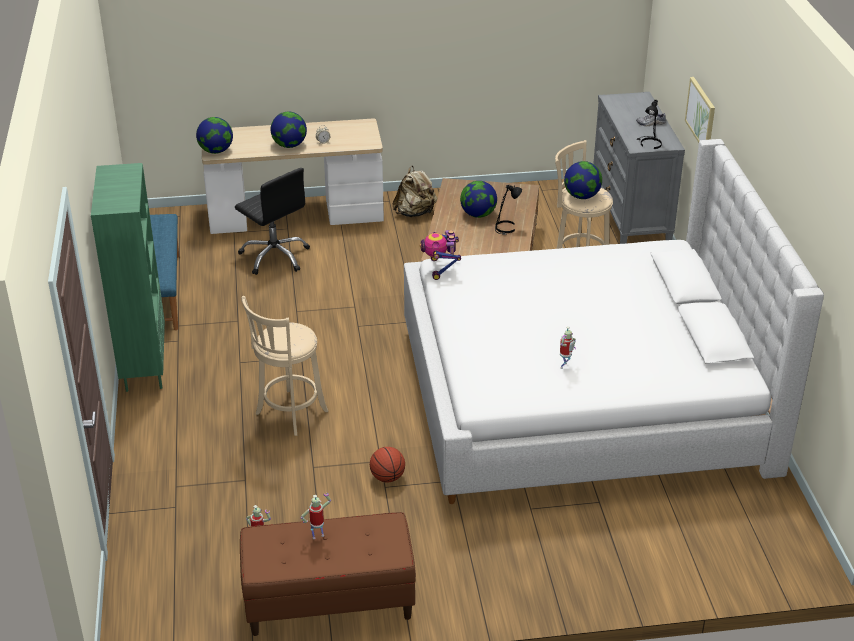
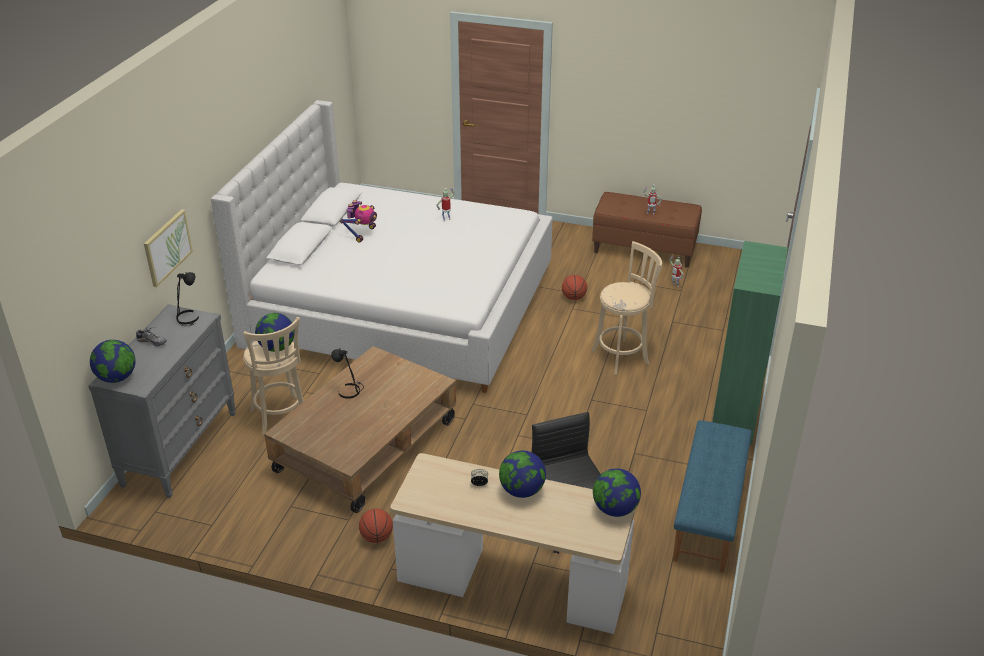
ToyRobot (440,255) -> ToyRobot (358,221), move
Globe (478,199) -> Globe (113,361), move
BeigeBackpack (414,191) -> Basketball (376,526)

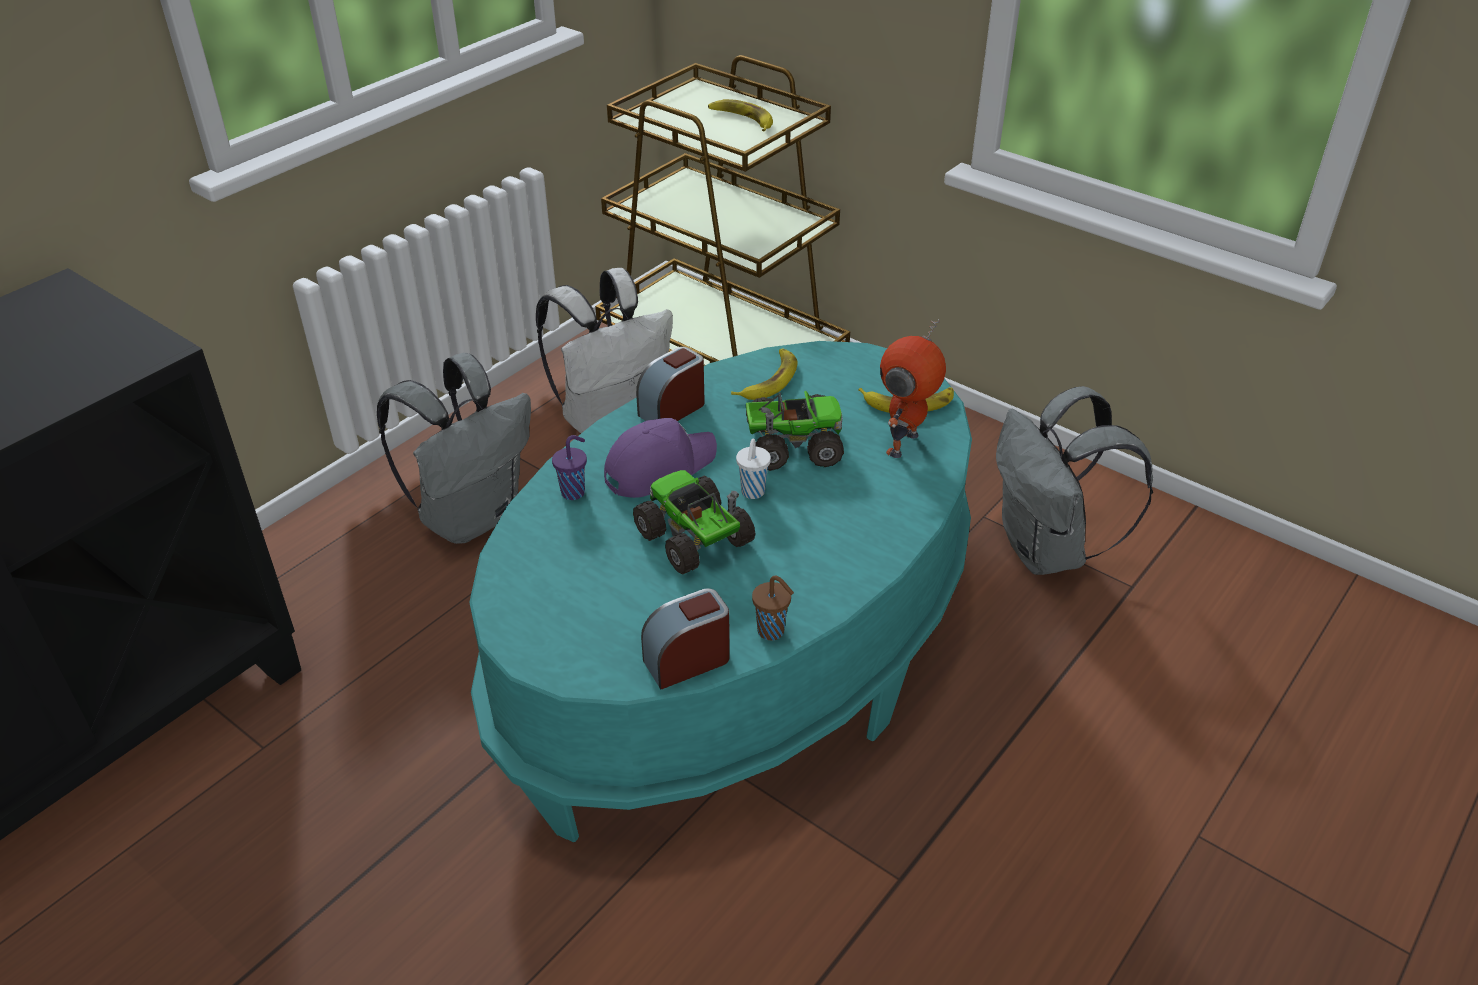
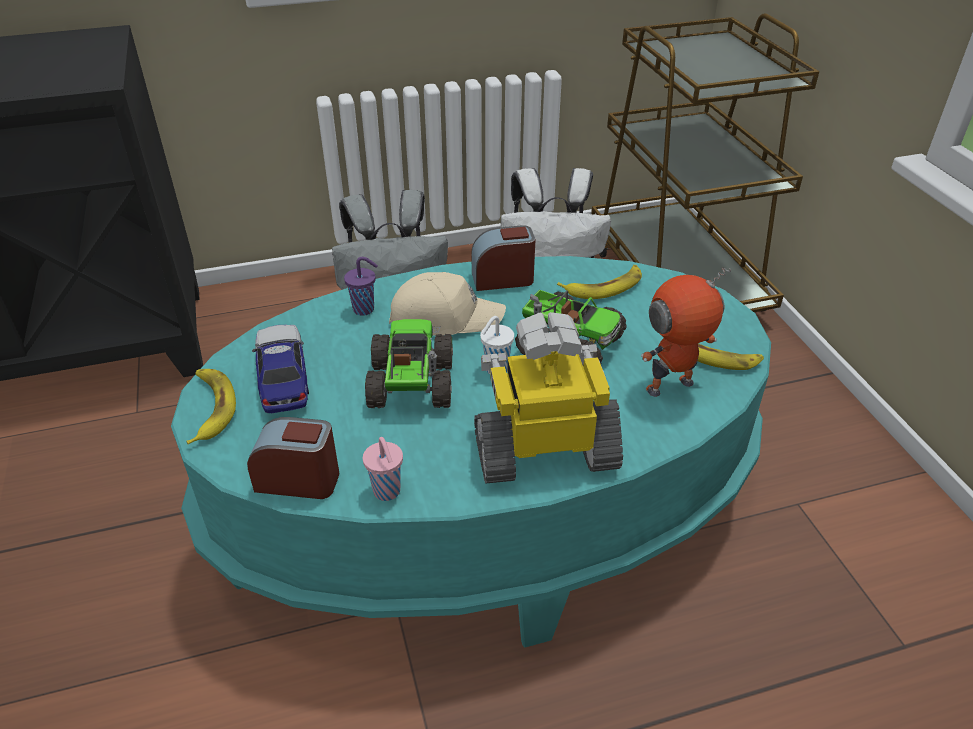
GreyBackpack (1074,480) -> none
none -> ToyCar (280,369)
none -> ToyRobot (548,397)
Banana (740,115) -> Banana (211,407), move
PurpleCap (660,458) -> BeigeCap (447,304)
BrownCup (773,608) -> PinkCup (383,469)

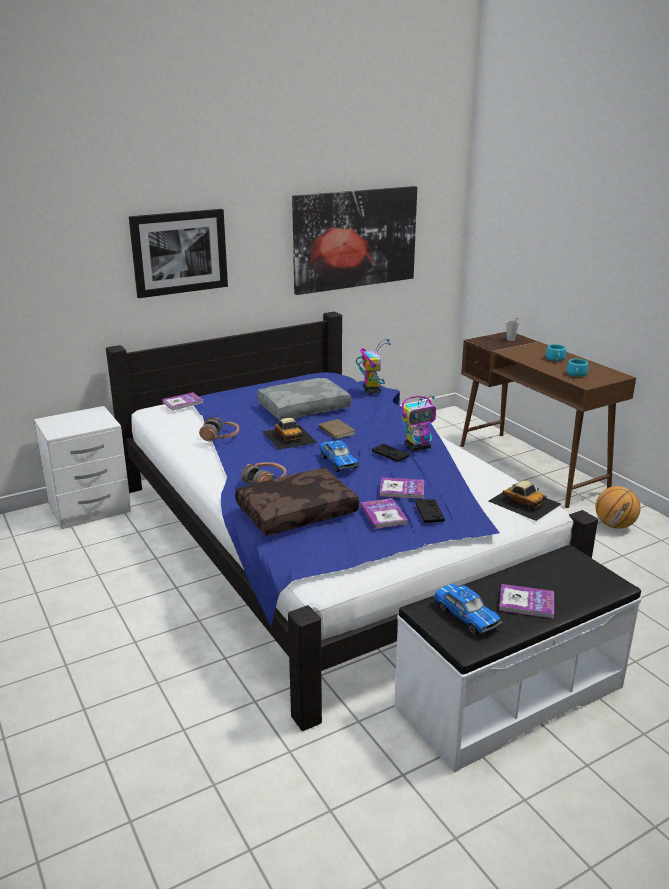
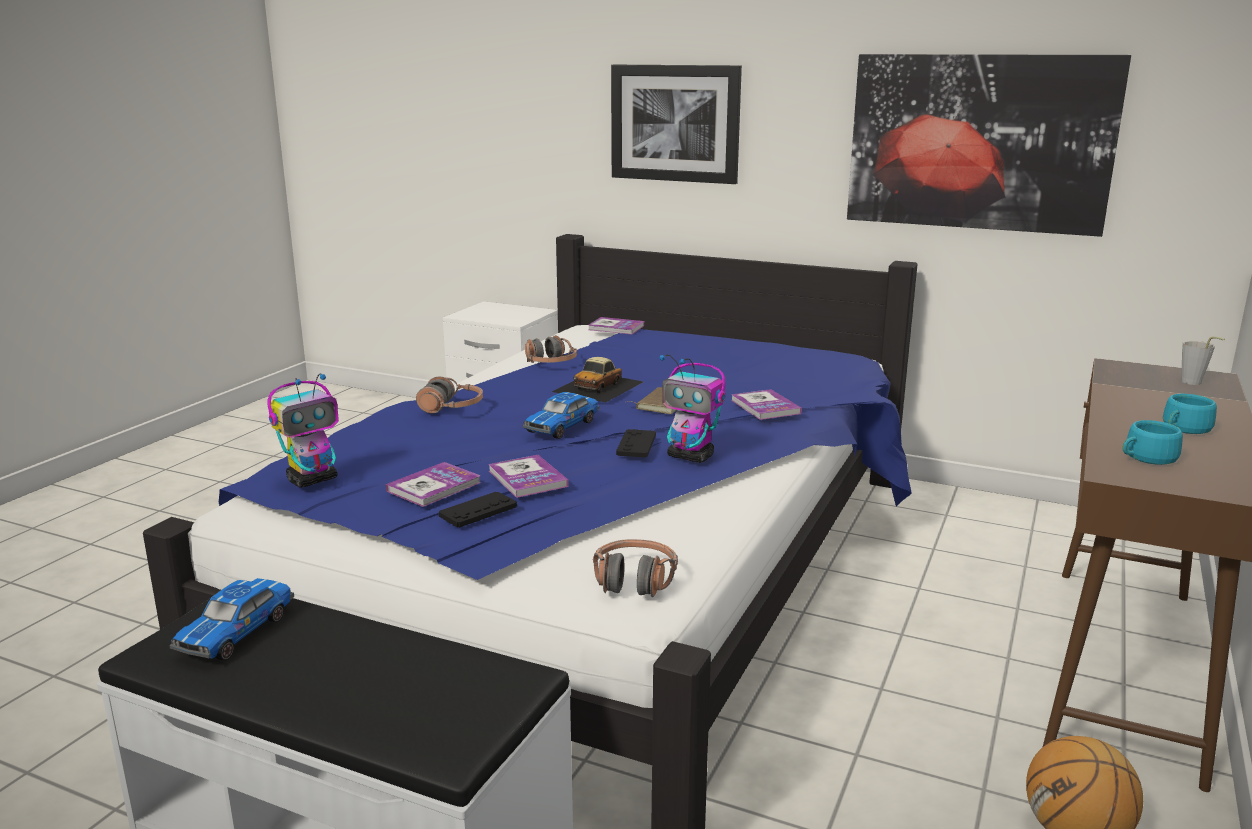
BrownPillow (297,502) -> none
GreyPillow (304,399) -> none
ToyRobot (373,366) -> ToyRobot (303,431), move
Book (526,601) -> Book (766,404), move
ToyCar (525,500) -> Headphones (635,568)

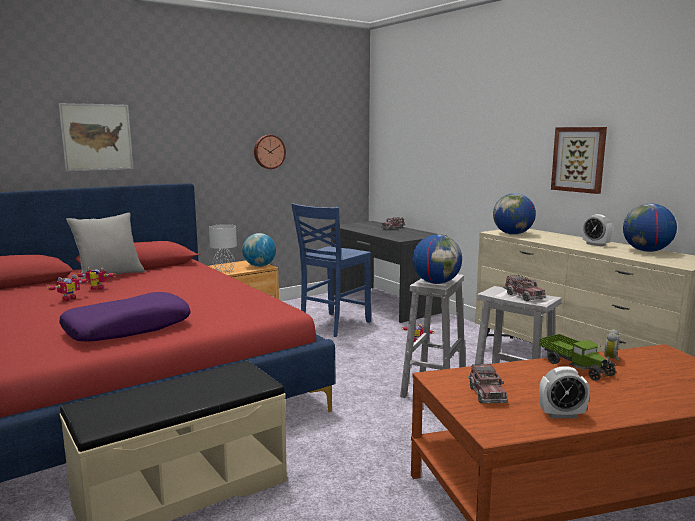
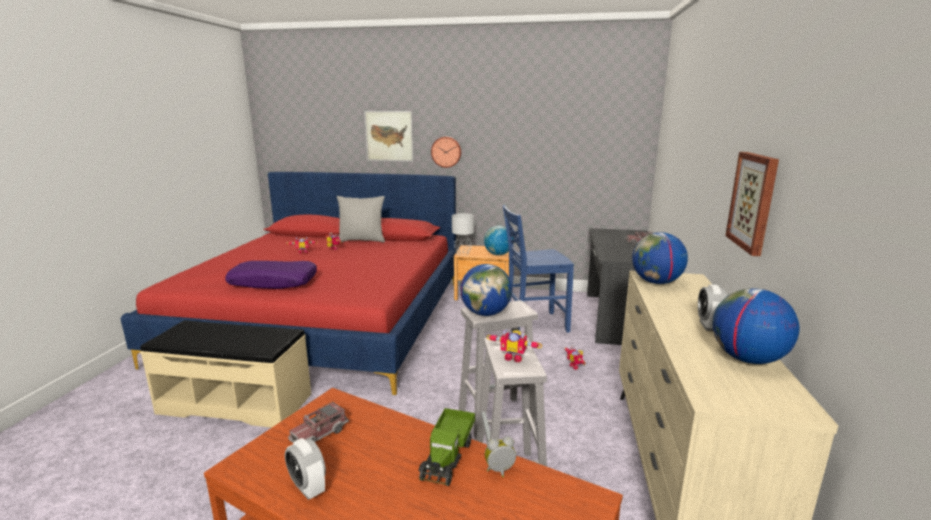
WallClock (270,152) -> WallClock (446,152), move
ToyTruck (524,288) -> ToyRobot (514,345)

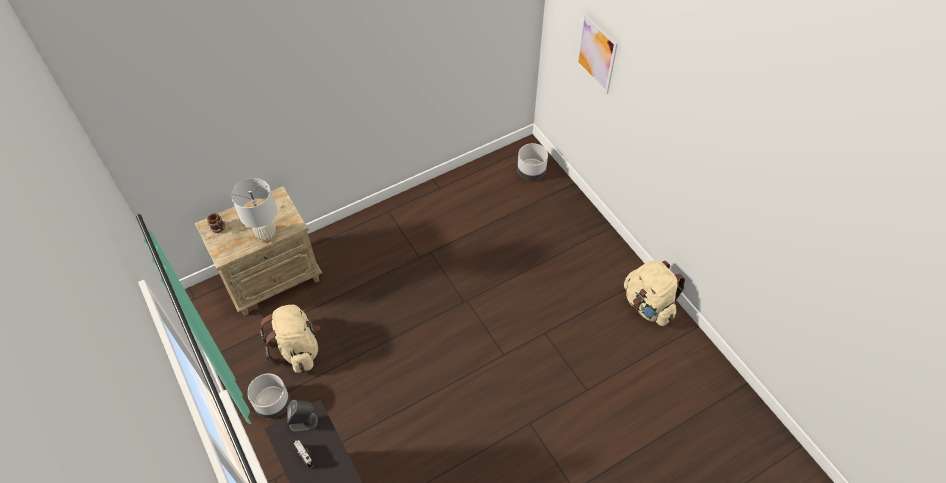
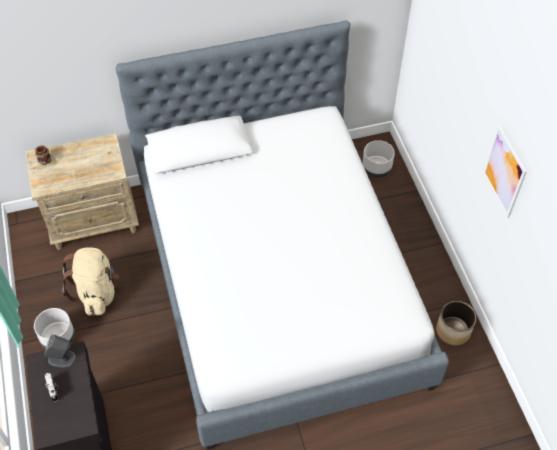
WhiteTableLamp (254,210) -> none
none -> Bed (282,235)
Picture (597,53) -> Picture (505,171), move
BeigeBackpack (654,293) -> Planter (456,323)

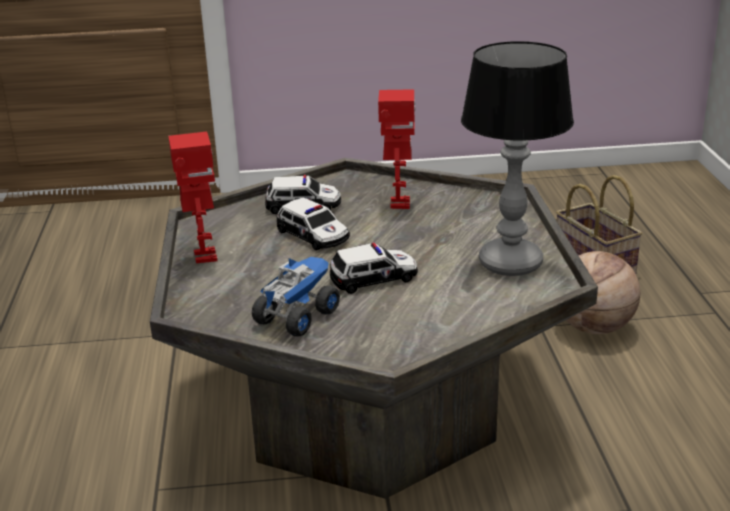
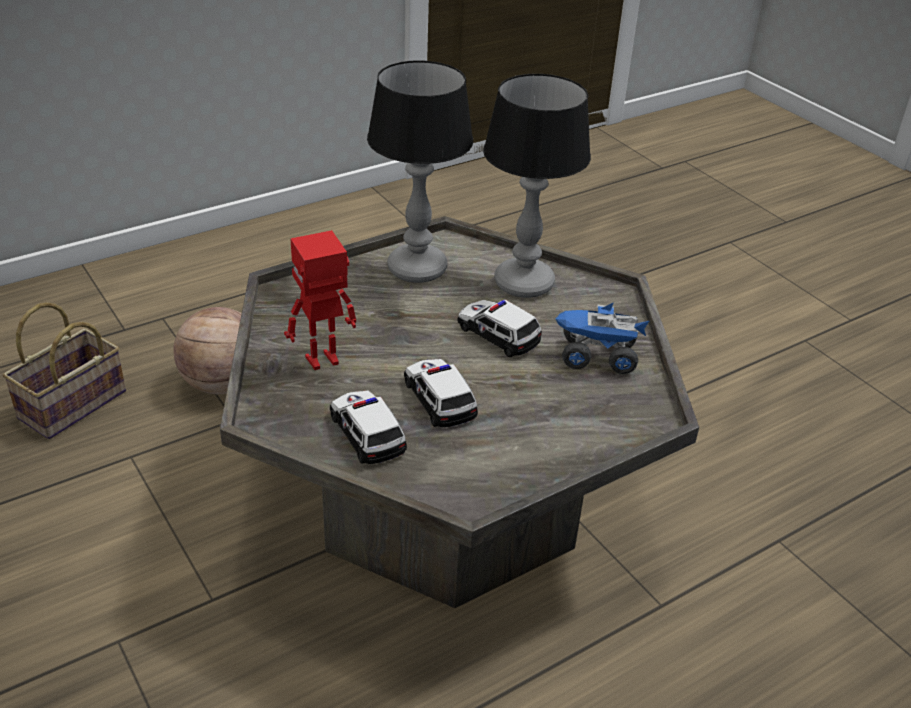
ToyRobot (193,197) -> none
none -> TableLamp (537,186)
ToyCar (313,223) -> ToyCar (441,393), 45 degrees counterclockwise

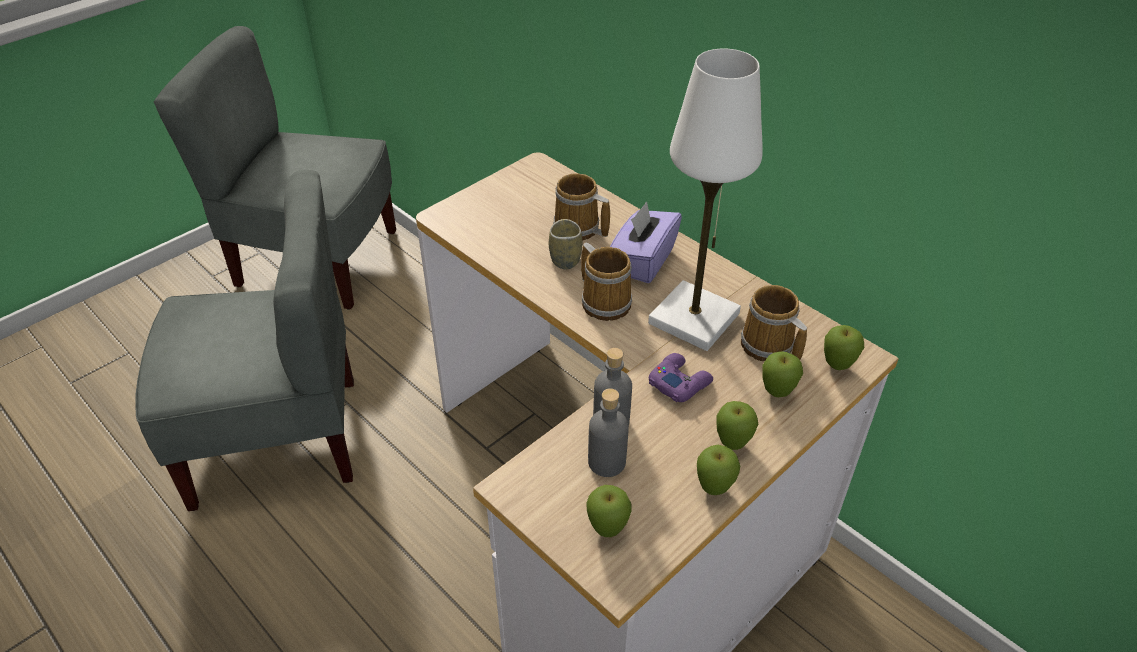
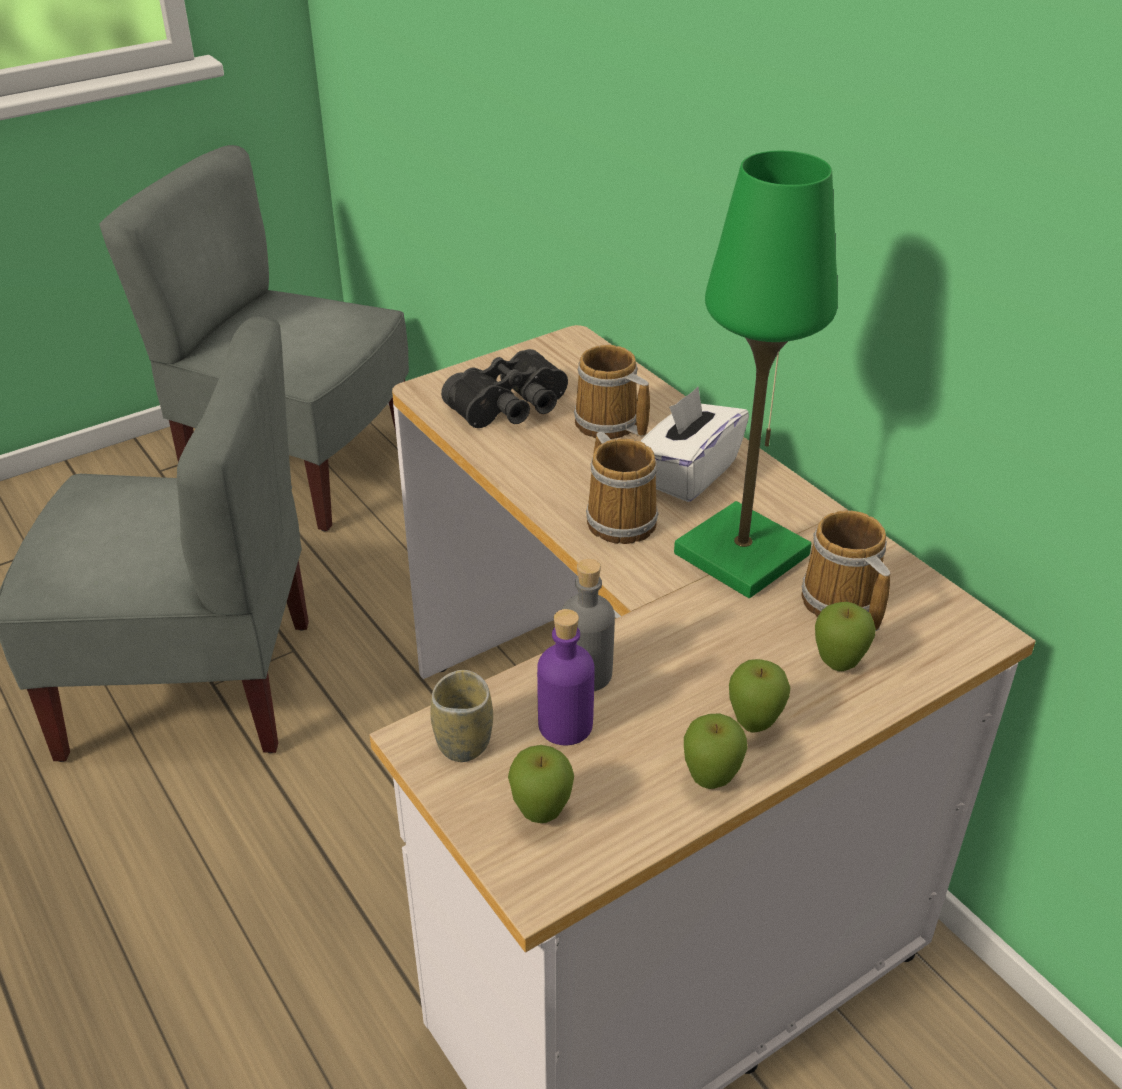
PurpleGameController (681,377) -> none
Apple (844,347) -> none
none -> BlackBinoculars (504,388)
Cup (566,244) -> Cup (461,716), move
GreyBottle (608,432) -> PurpleBottle (565,677)
PurpleTissueBox (646,242) -> WhiteTissueBox (694,444)
WhiteTableLamp (705,199) -> GreenTableLamp (756,374)

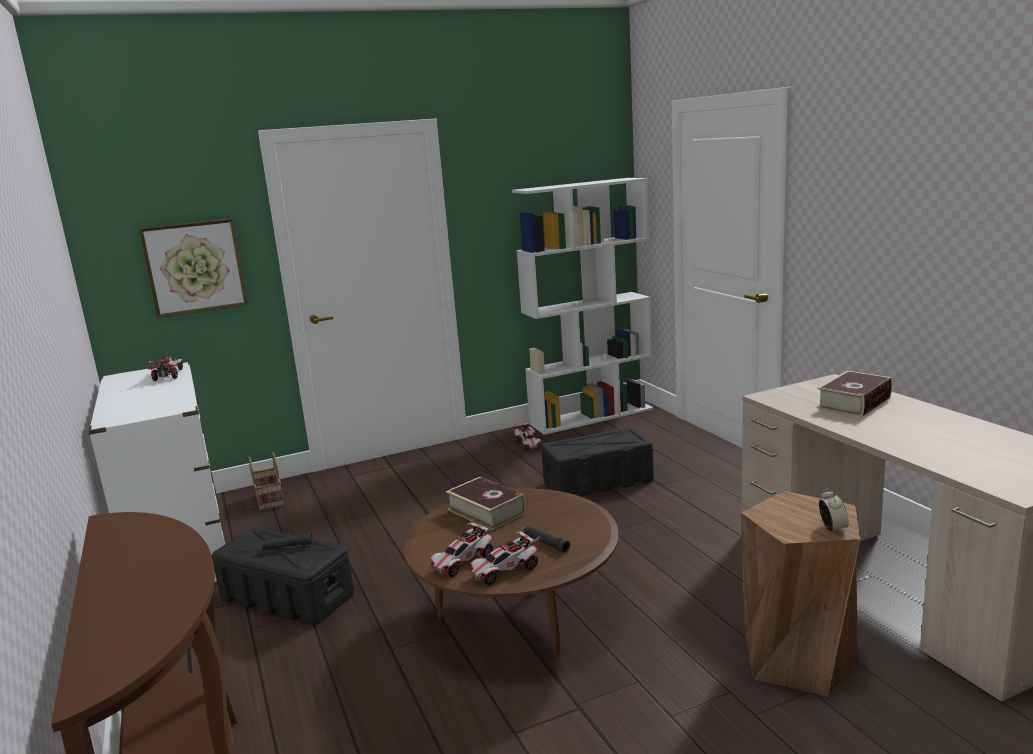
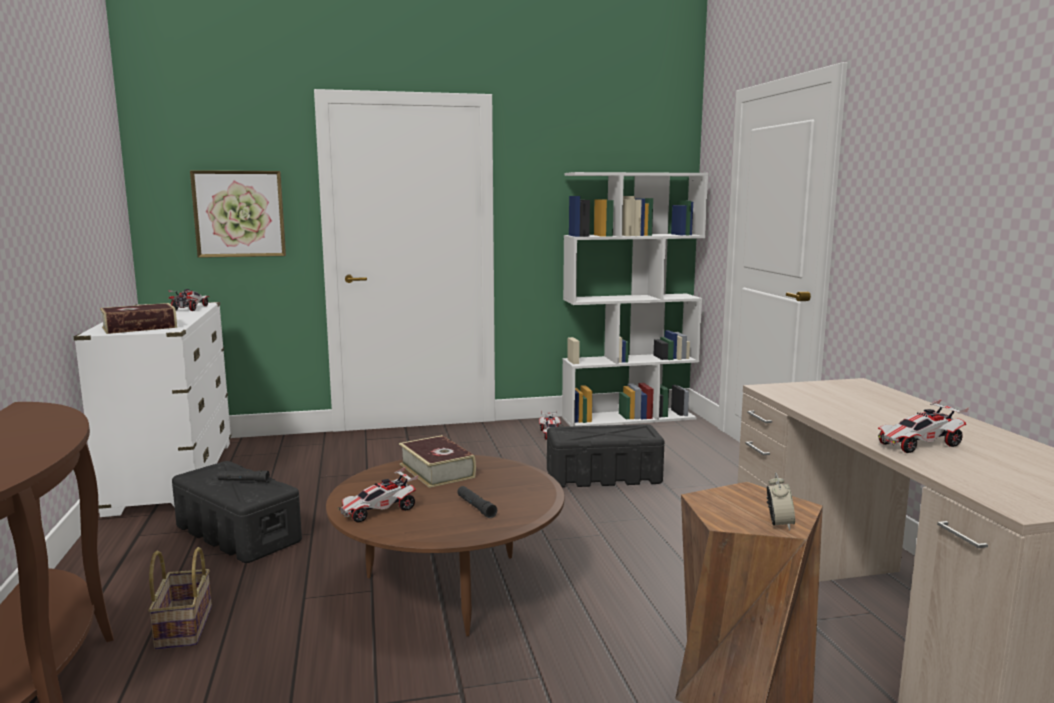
Basket (266,481) -> Basket (180,598), move
ToyCar (504,556) -> ToyCar (923,426), move
Book (854,394) -> Book (138,318), move

